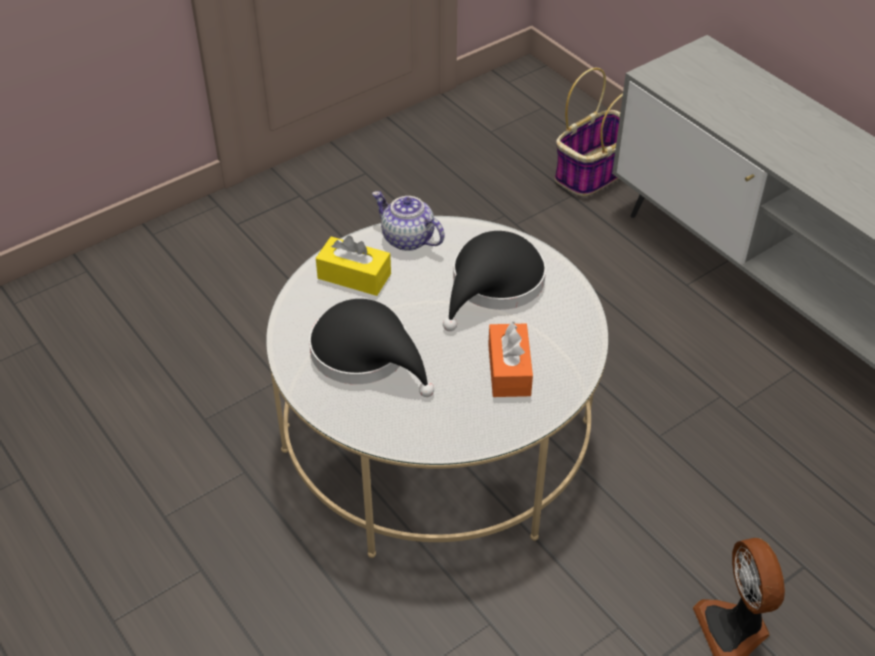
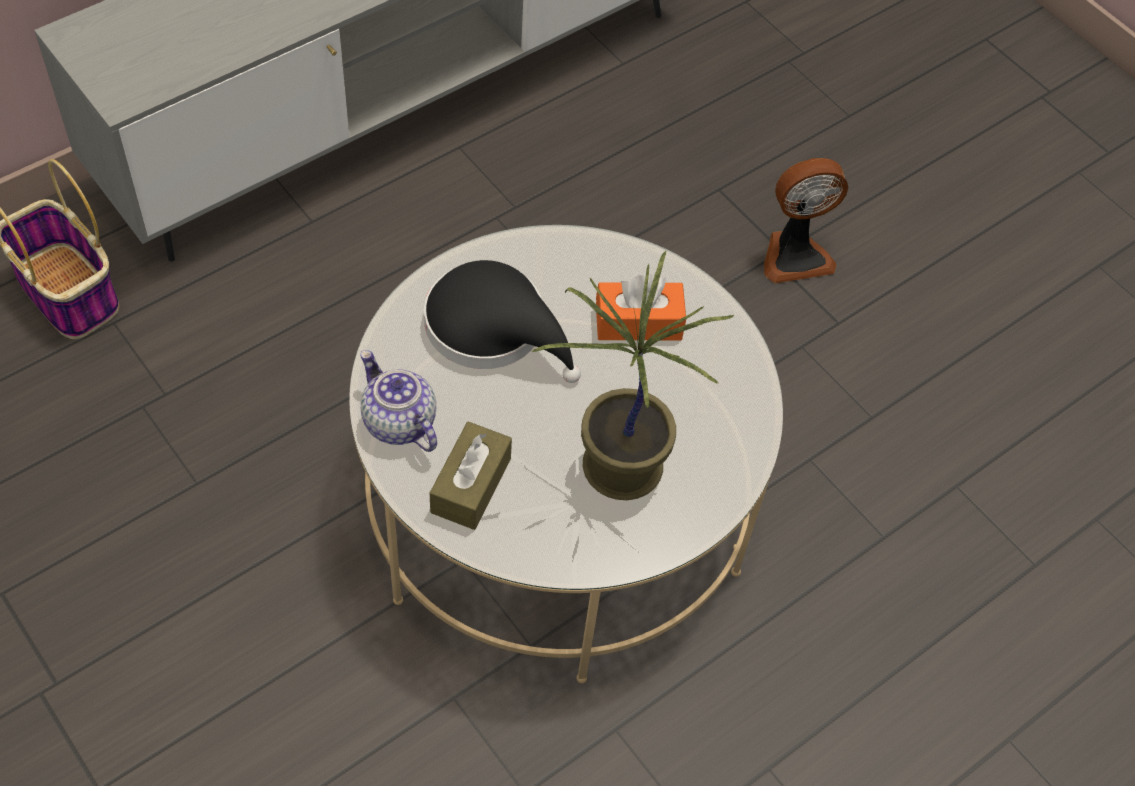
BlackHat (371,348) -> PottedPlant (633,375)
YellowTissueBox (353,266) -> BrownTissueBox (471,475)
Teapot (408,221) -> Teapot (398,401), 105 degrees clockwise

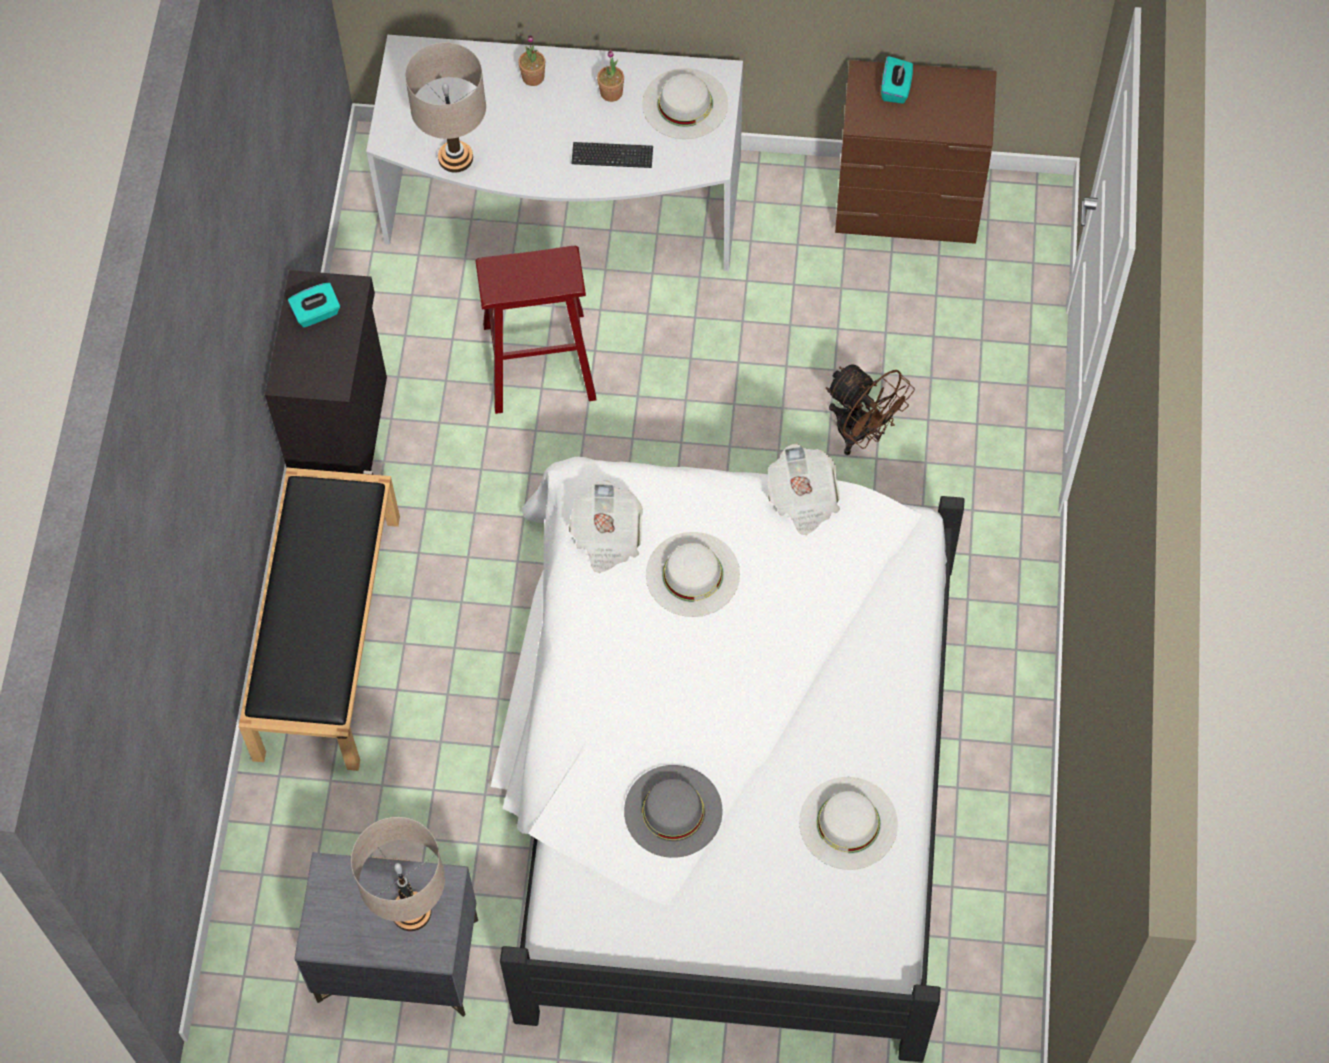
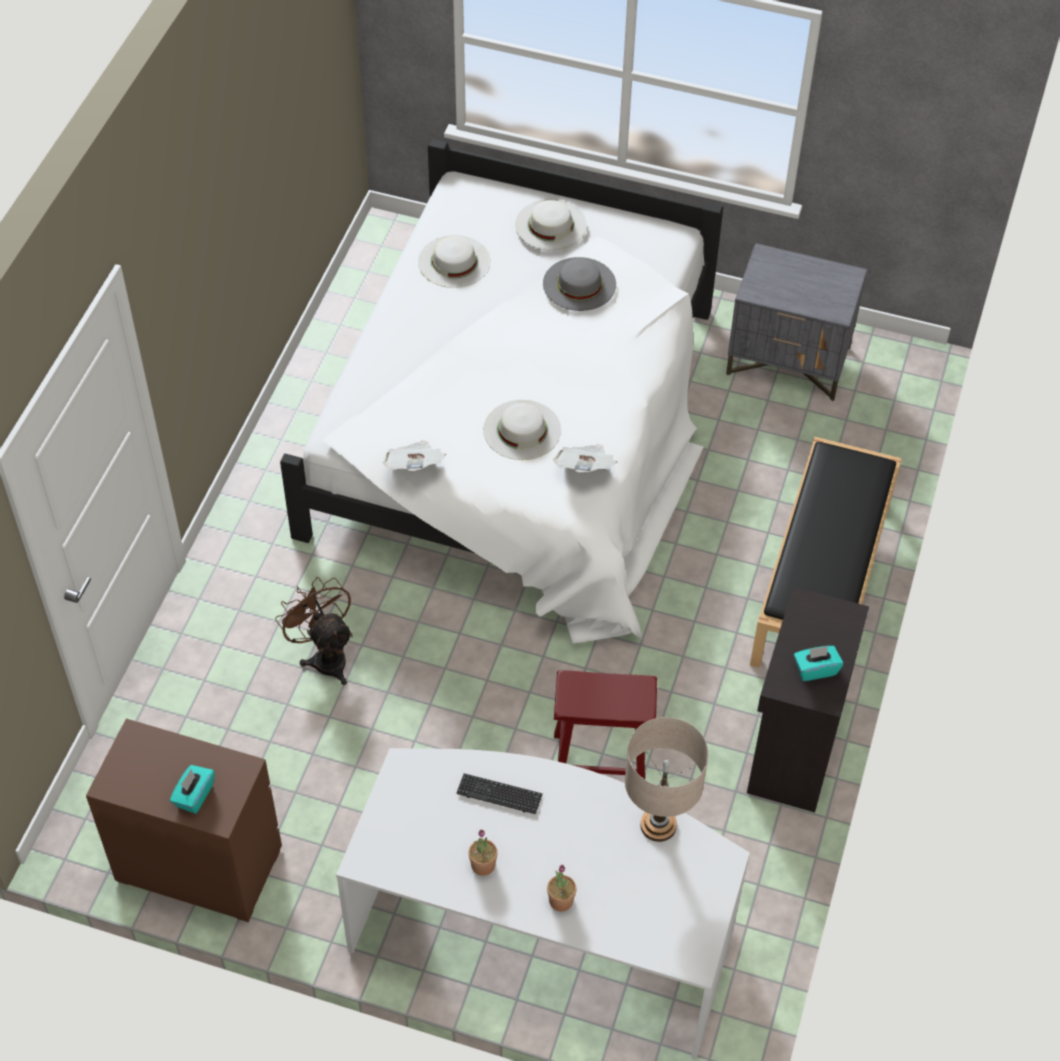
BeigeTableLamp (398,874) -> none
WhiteHat (685,103) -> WhiteHat (551,225), move

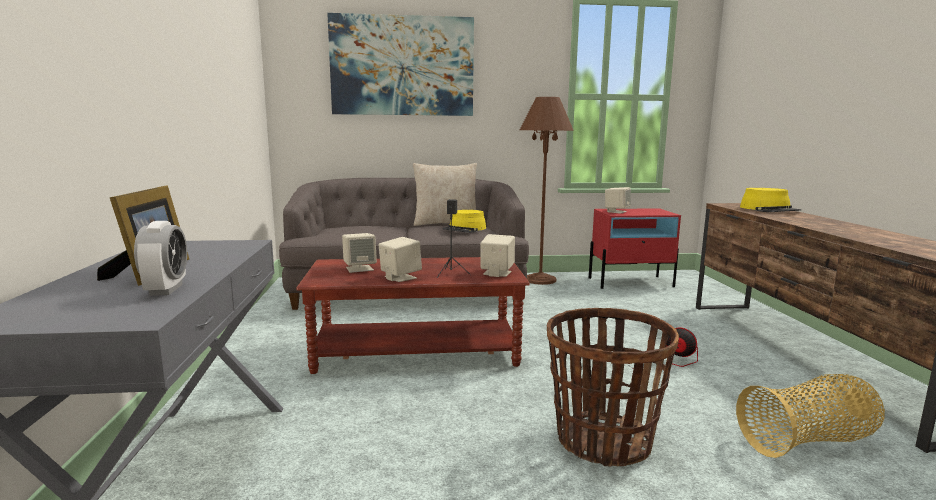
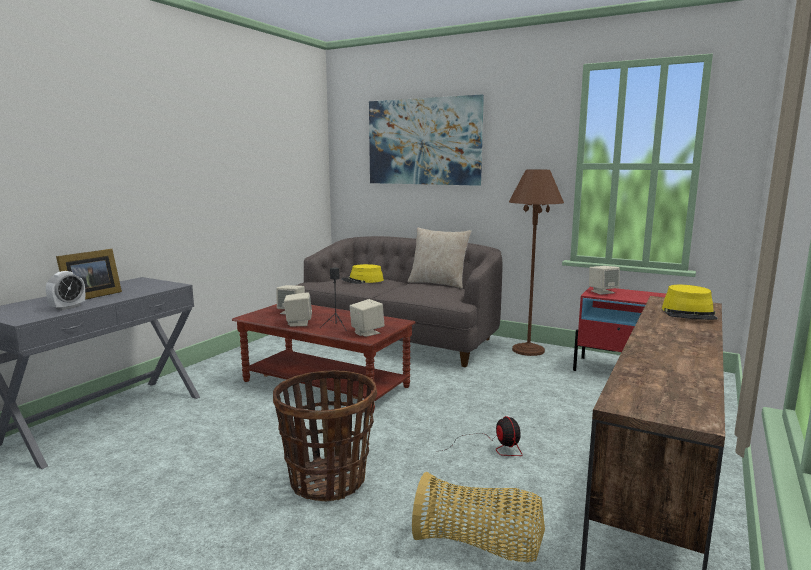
YellowHat (464,221) -> YellowHat (362,274), move

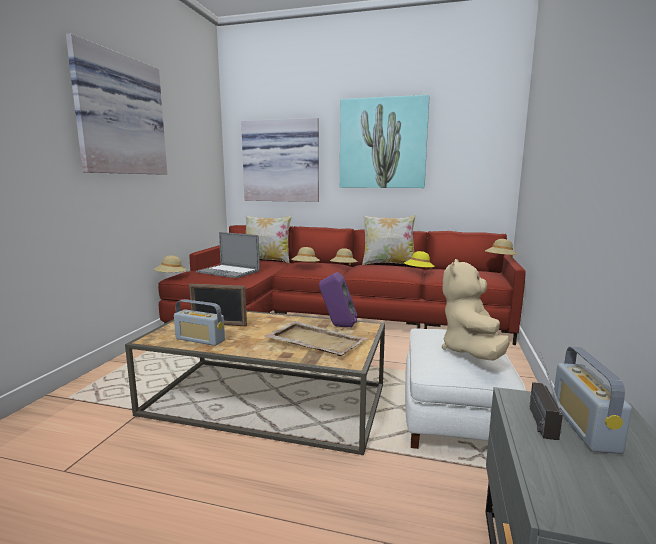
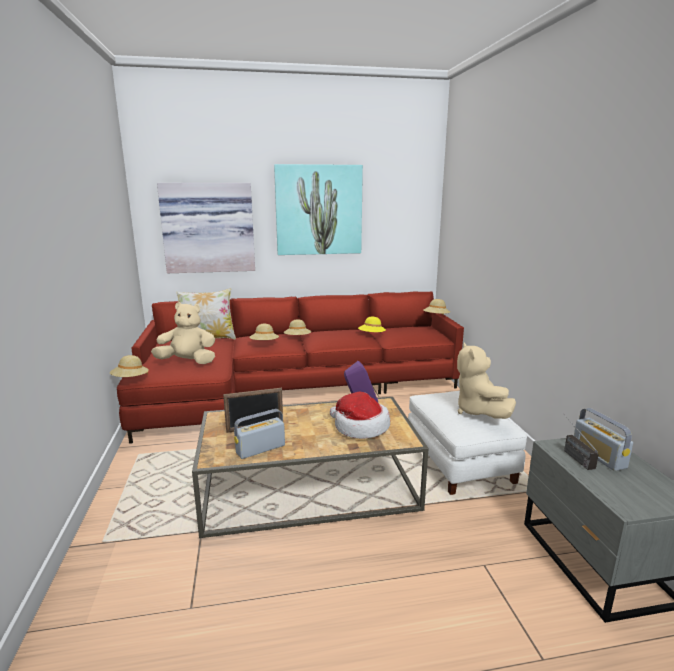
Picture (116,104) -> none
Pillow (389,240) -> none
Laptop (228,255) -> BeigePlushToy (183,333)
BeigeTray (316,338) -> Hat (360,415)
Radio (199,322) -> Radio (259,434), 150 degrees clockwise

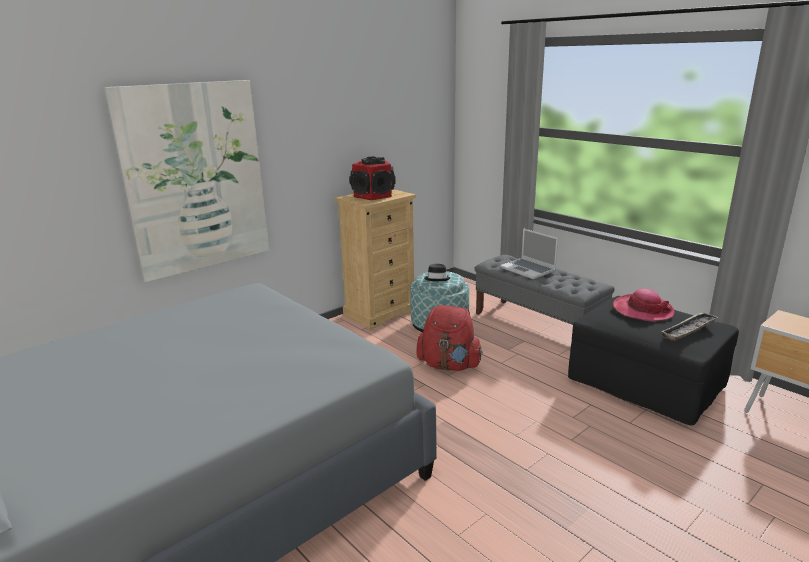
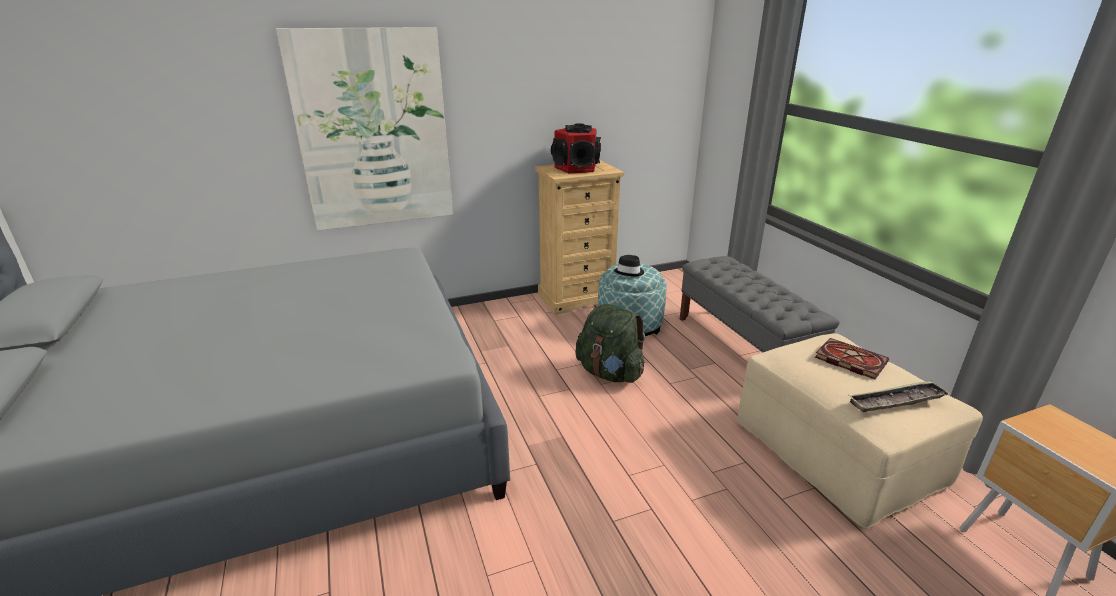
Laptop (529,253) -> none
Hat (644,305) -> Book (852,358)
RedBackpack (449,338) -> GreenBackpack (610,343)
BlackOttoman (653,361) -> BeigeOttoman (860,430)

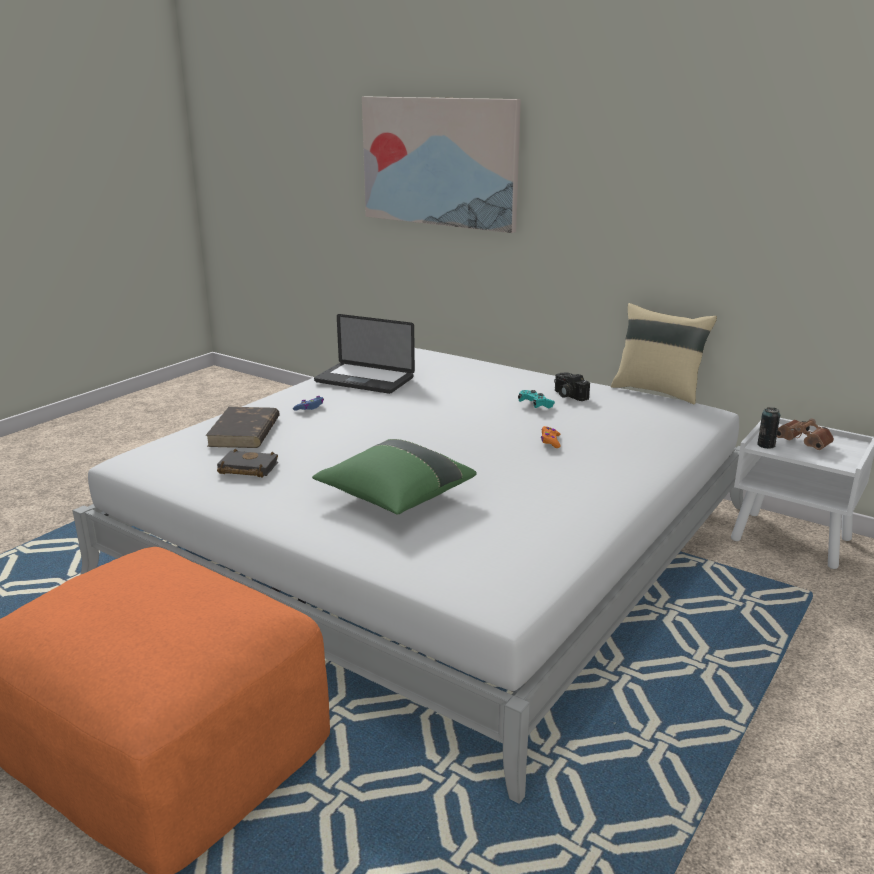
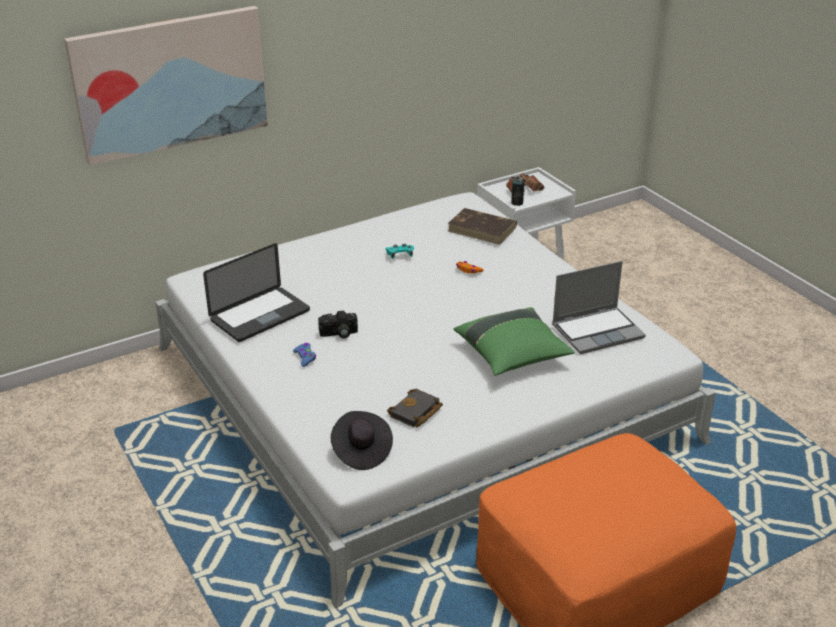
BeigePillow (664,354) -> none
none -> BlackHat (362,440)
none -> Laptop (599,307)
BrownBook (243,427) -> BrownBook (482,226), move
PhotoCamera (572,386) -> PhotoCamera (338,324), move

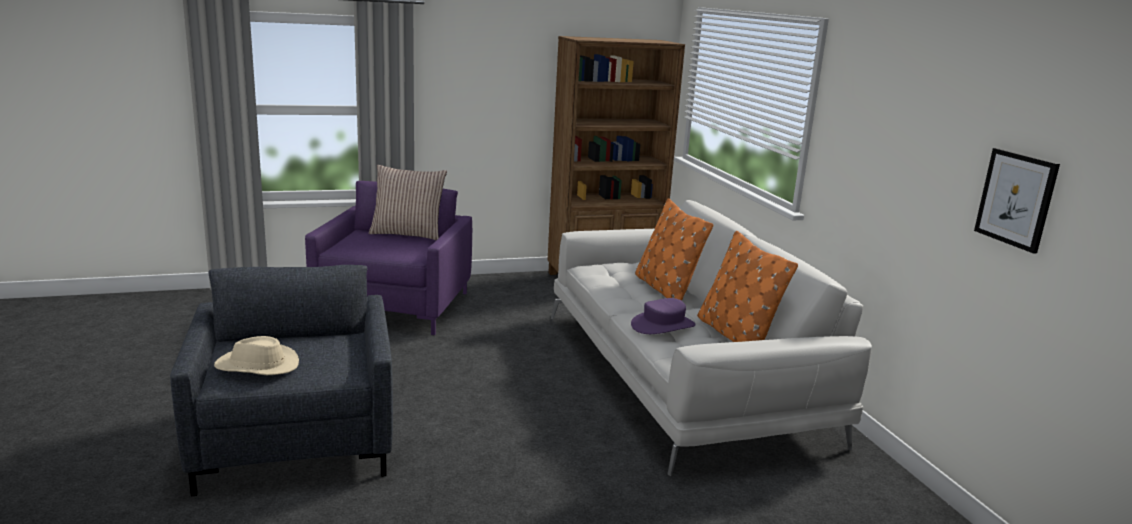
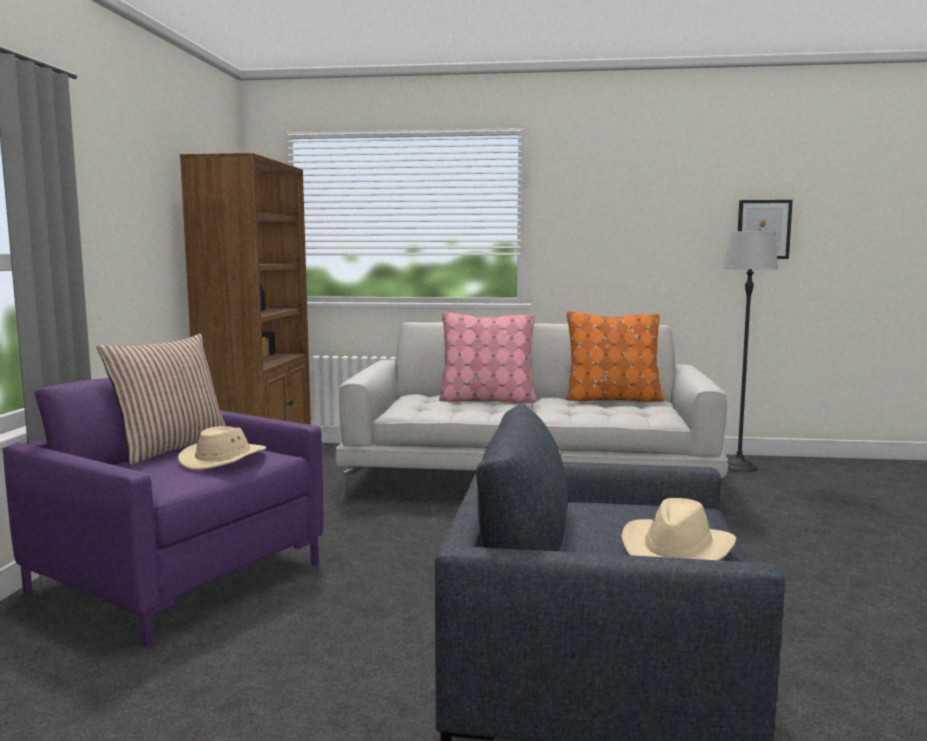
PurpleHat (663,316) -> none
none -> BeigeHat (222,448)
none -> FloorLamp (751,352)
OrangePillow (674,249) -> PinkPillow (487,357)

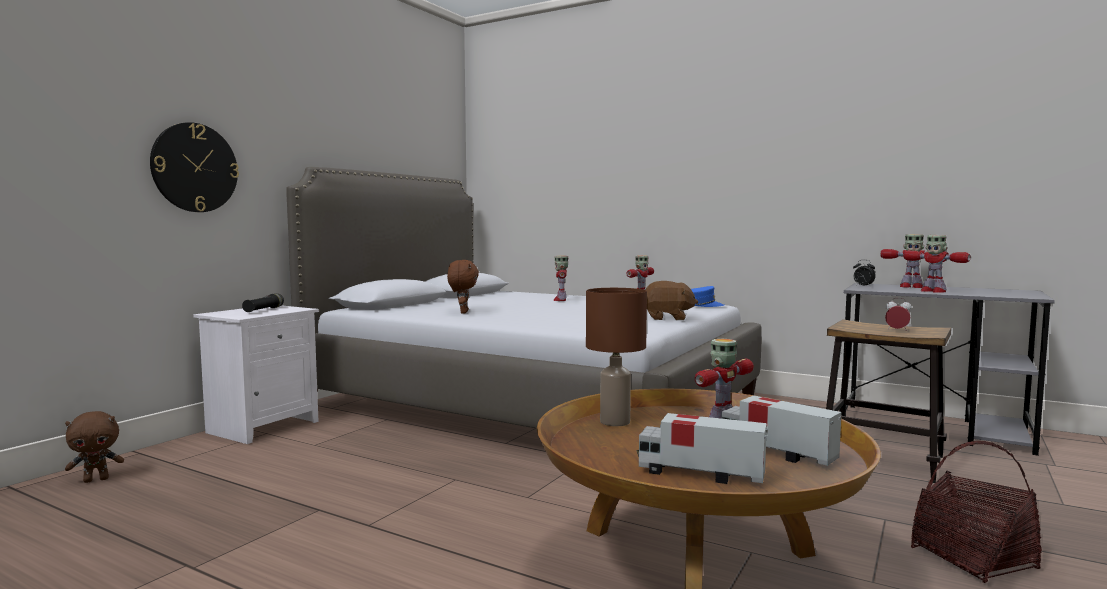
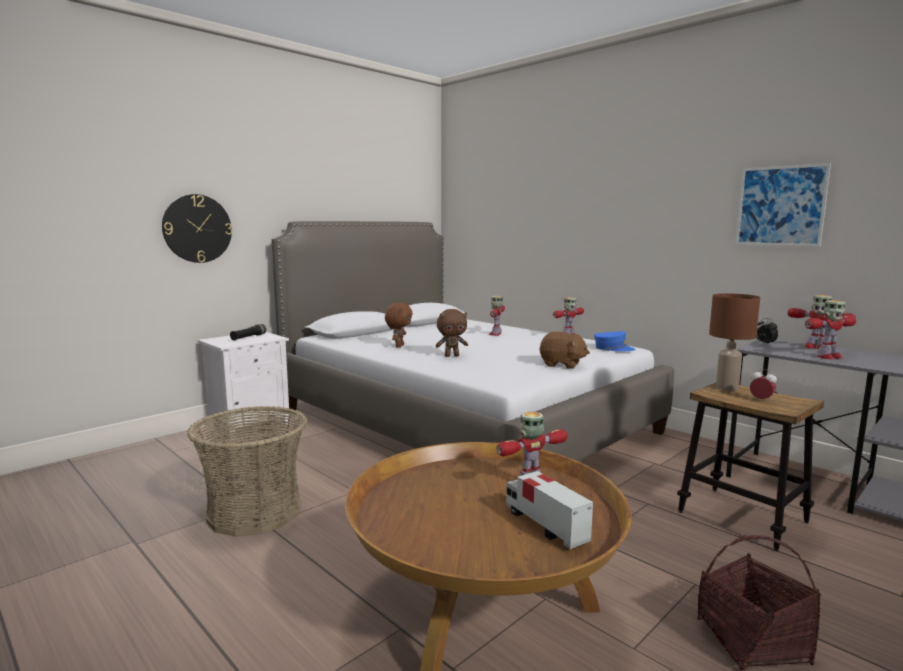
ToyTruck (702,448) -> none
none -> Basket (247,471)
none -> Picture (783,205)
BrownPlushToy (94,447) -> BrownPlushToy (451,333), move
BrownTableLamp (616,357) -> BrownTableLamp (734,342), move
ToyRobot (937,264) -> ToyRobot (830,330), 90 degrees counterclockwise

